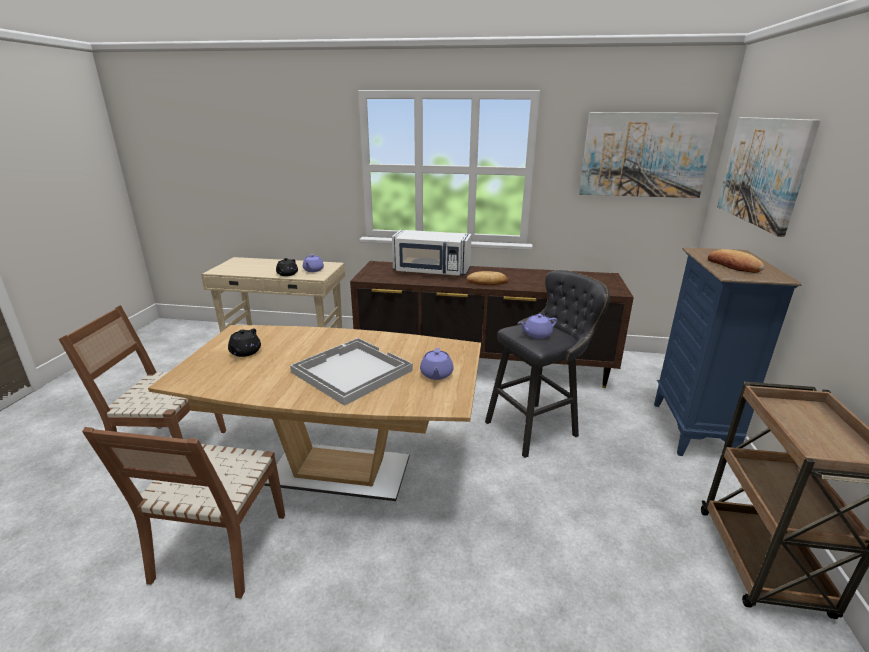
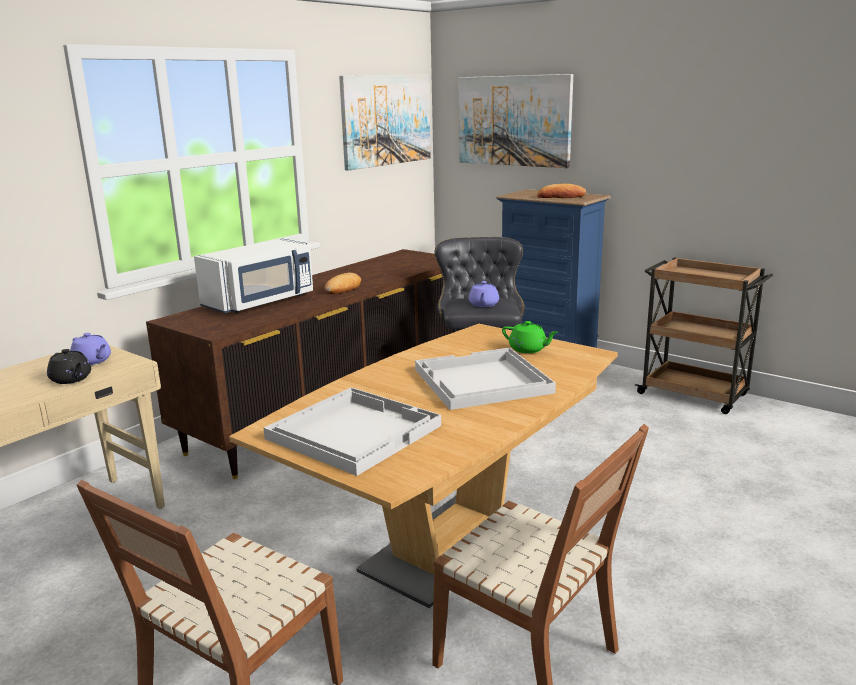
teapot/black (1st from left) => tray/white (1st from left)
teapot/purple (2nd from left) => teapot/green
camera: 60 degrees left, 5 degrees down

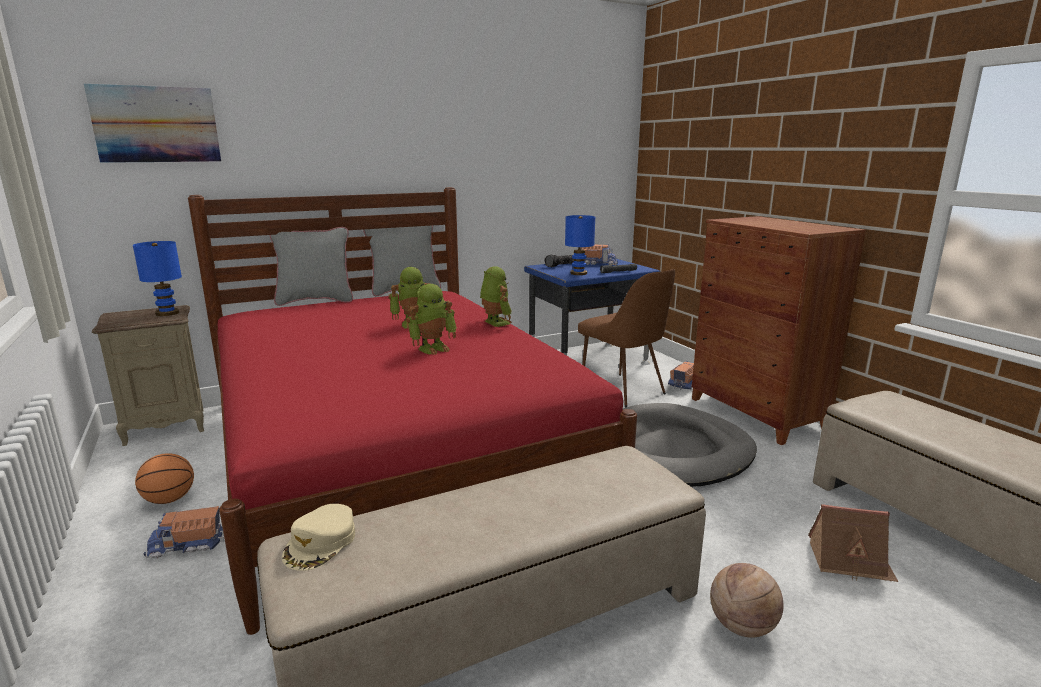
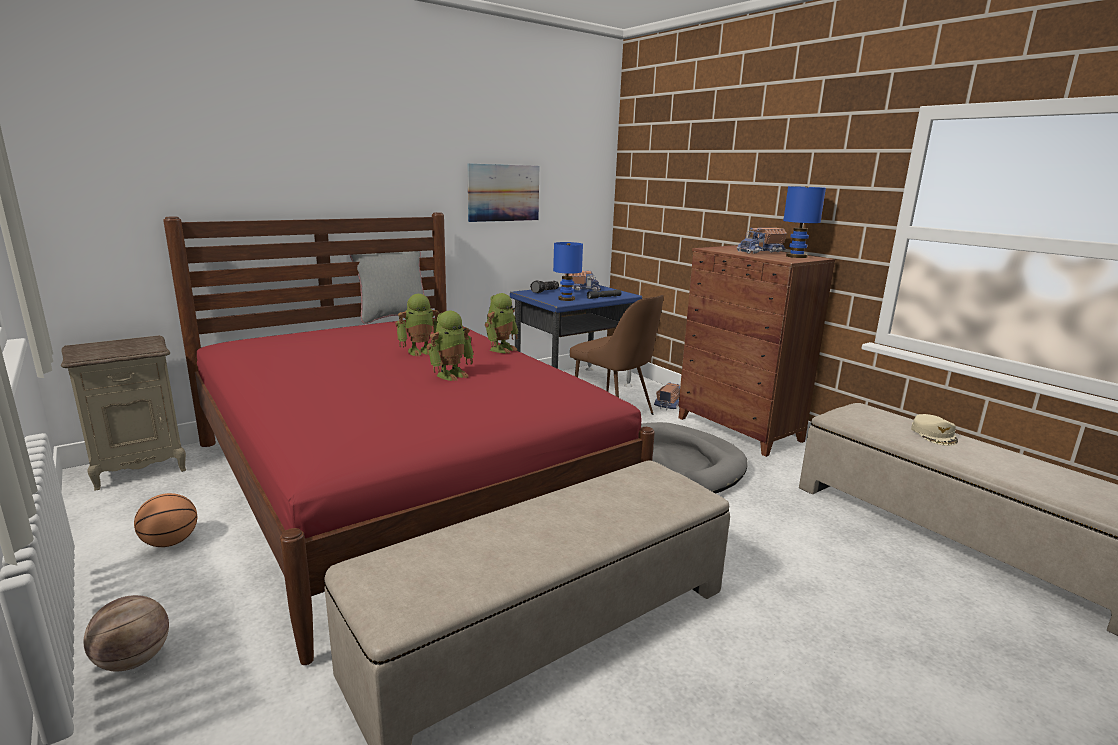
basketball (2nd from left in the first image) => basketball (1st from left), move
picture, move
toy robot (3rd from left), 75 degrees clockwise
toy truck (1st from left in the first image) => toy truck (3rd from left), move
table lamp/blue (1st from left in the first image) => table lamp/blue (2nd from left), move
cap/beige, move
pillow/grey (1st from left) => nothing
toy house => nothing
camera: 10 degrees left, 0 degrees up

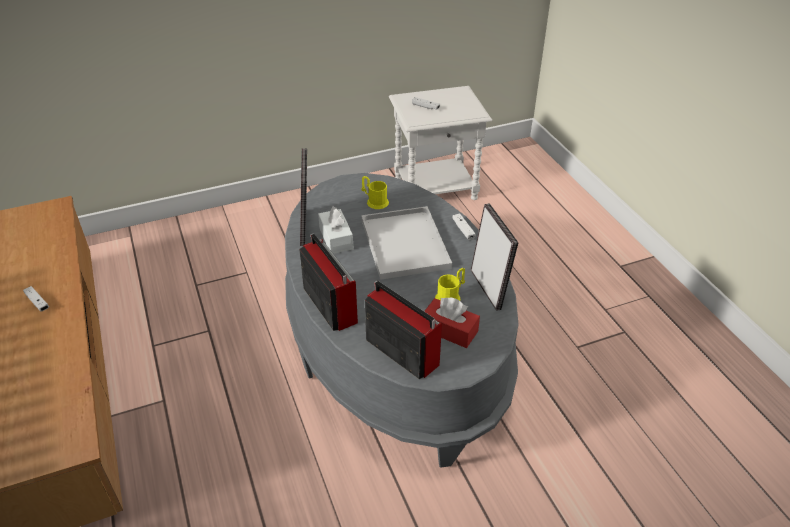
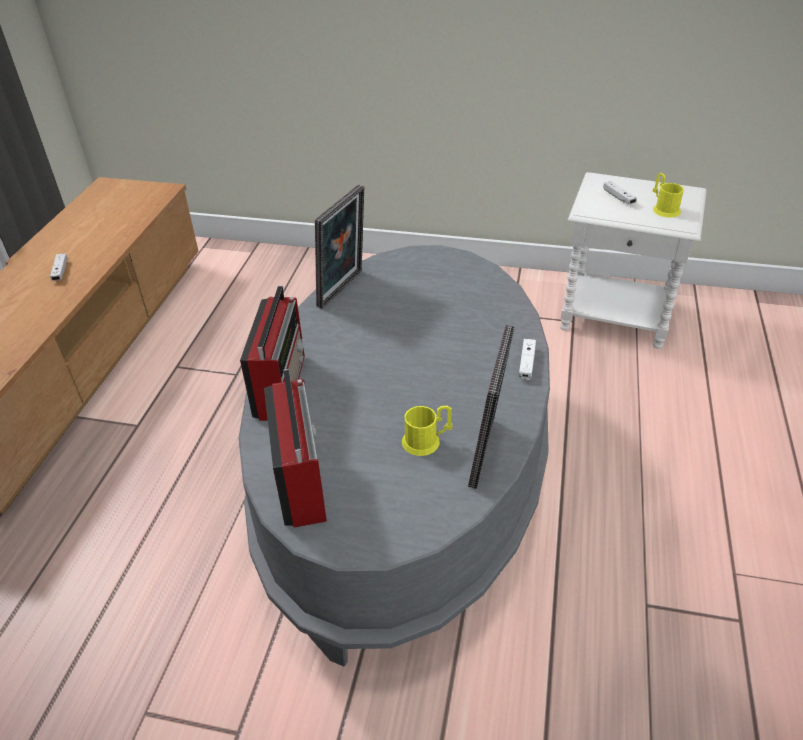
mug/yellow (1st from left in the first image) => mug/yellow (2nd from left), move
tissue box/white => nothing
tray/white => nothing
tissue box/red => nothing
camera: 35 degrees right, 0 degrees up

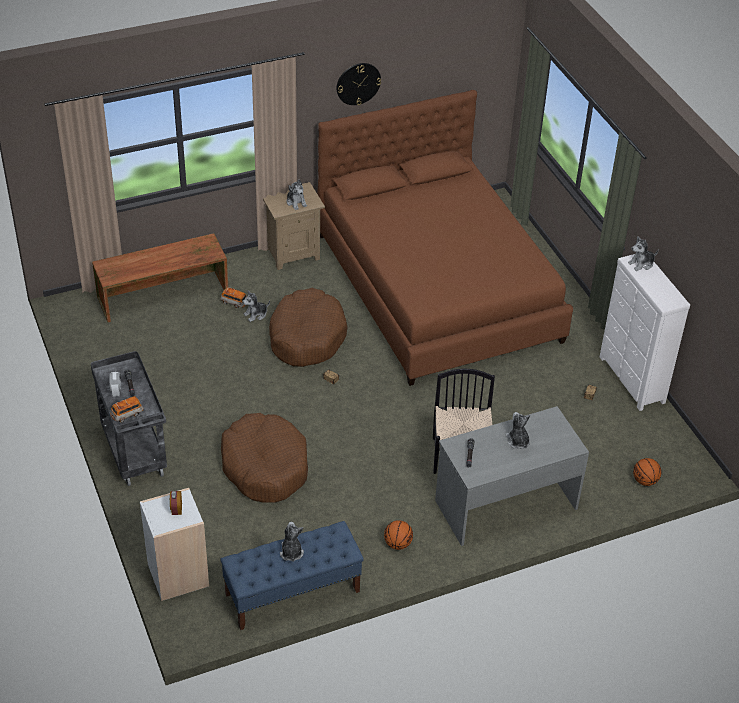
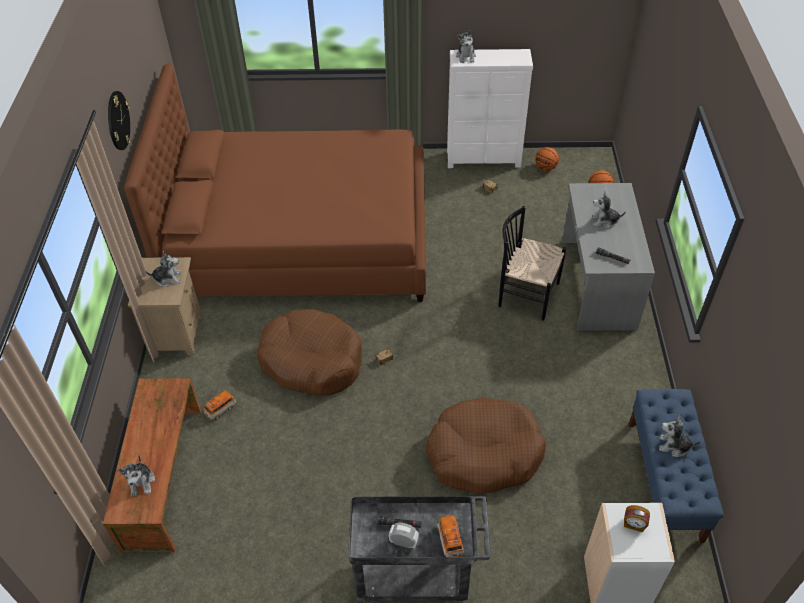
plush toy (1st from left), move
basketball (1st from left), move
camera: 65 degrees left, 5 degrees up

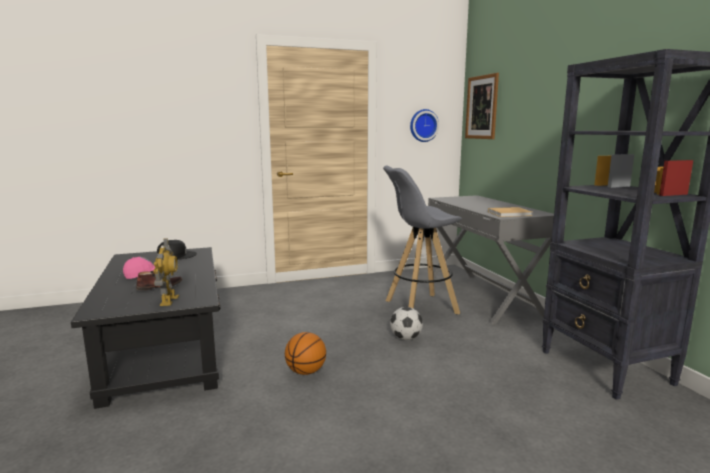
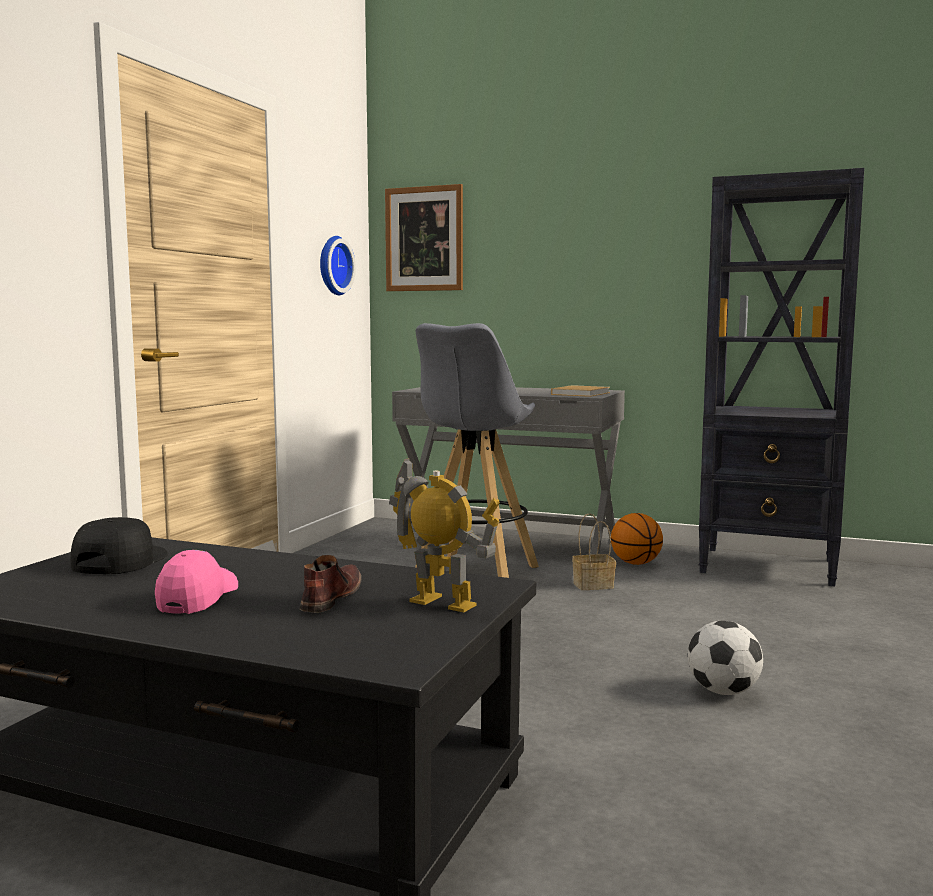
nothing => basket
basketball, move
football, move
camera: 50 degrees left, 5 degrees down

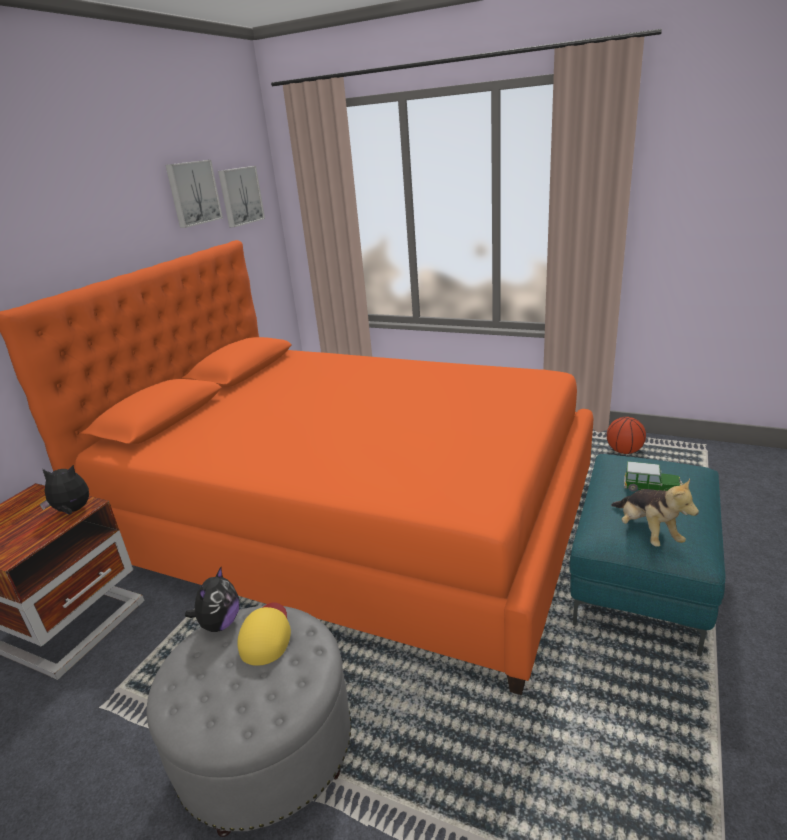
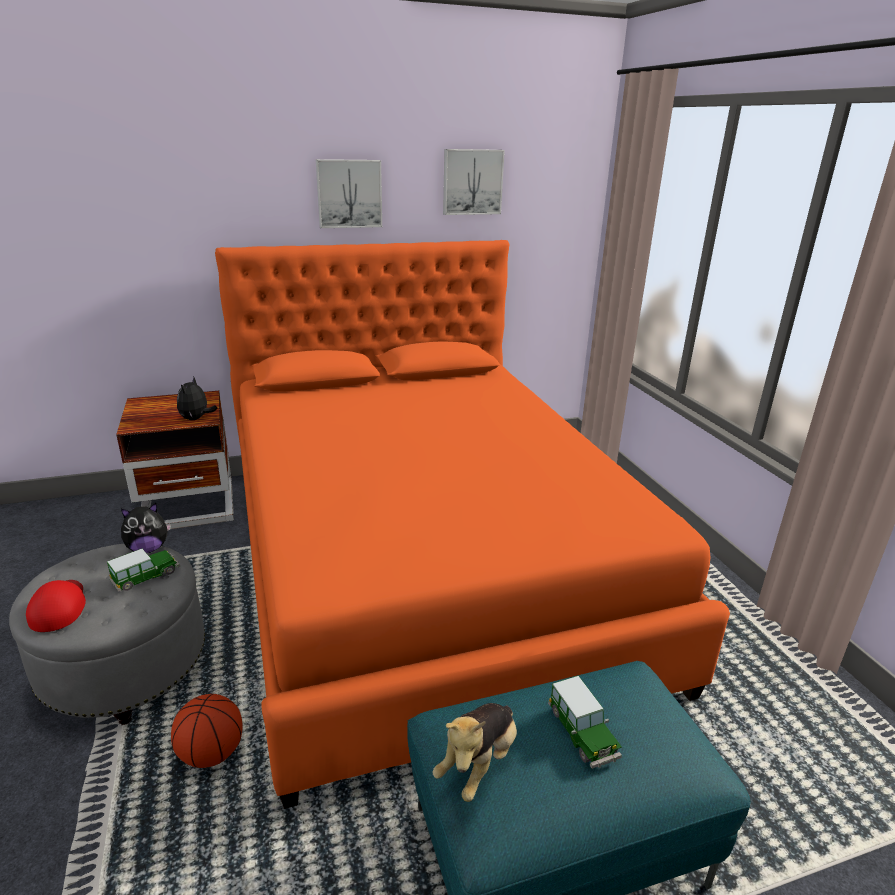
nothing => cap/red
cap/yellow => toy car (1st from left)
basketball, move
plush toy (1st from left in the first image) => plush toy (2nd from left), 120 degrees counterclockwise
picture (2nd from left in the first image) => picture (1st from left), move
camera: 45 degrees right, 0 degrees up

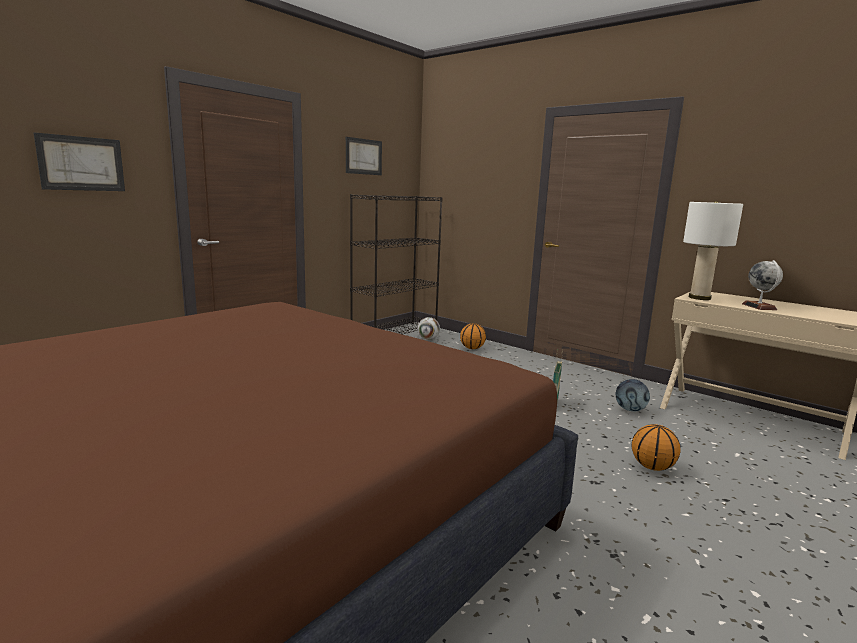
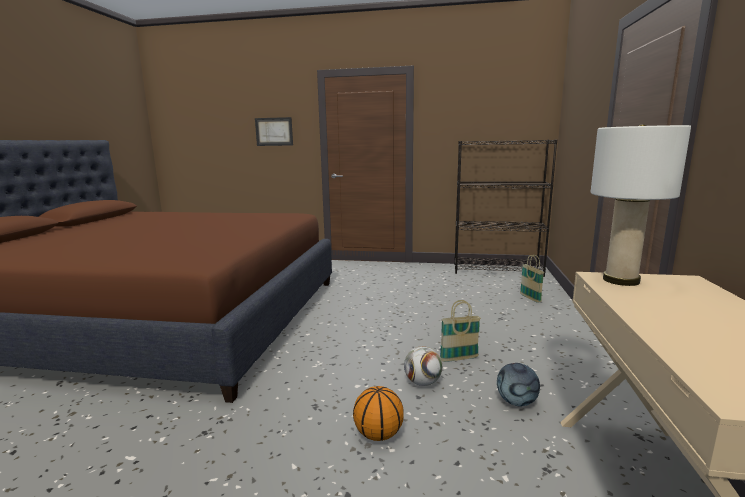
football (1st from left), move
basketball (1st from left) => basket (2nd from left)
picture (2nd from left) => nothing
globe => nothing
camera: 60 degrees right, 0 degrees up

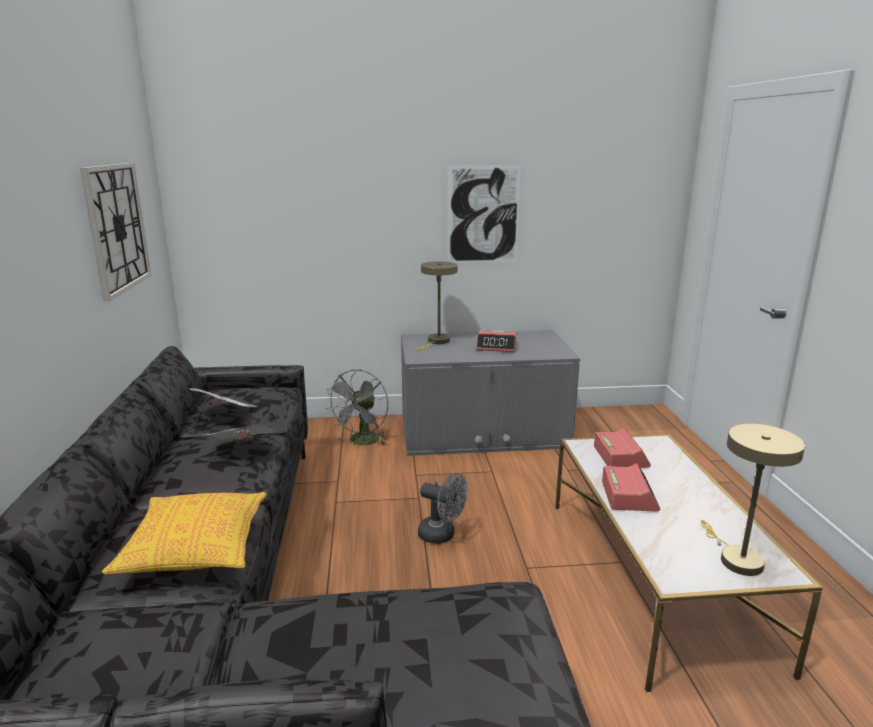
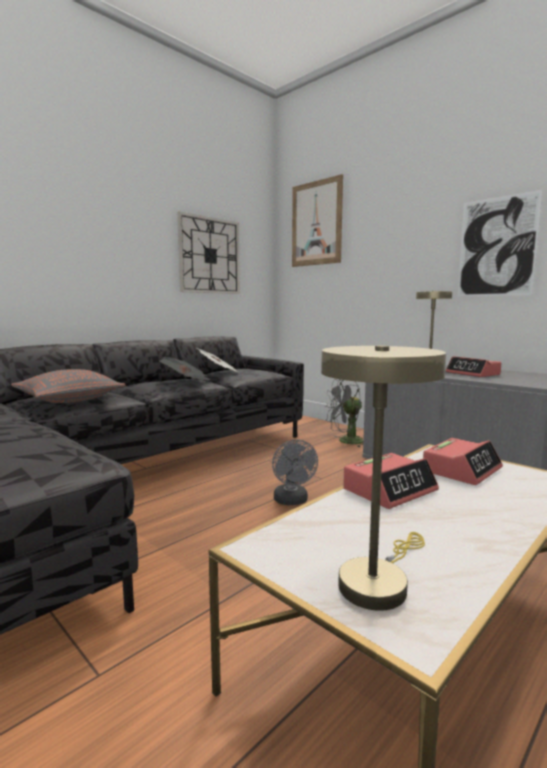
pillow/yellow => pillow/grey
nothing => picture (1st from left)
camera: 50 degrees right, 10 degrees down

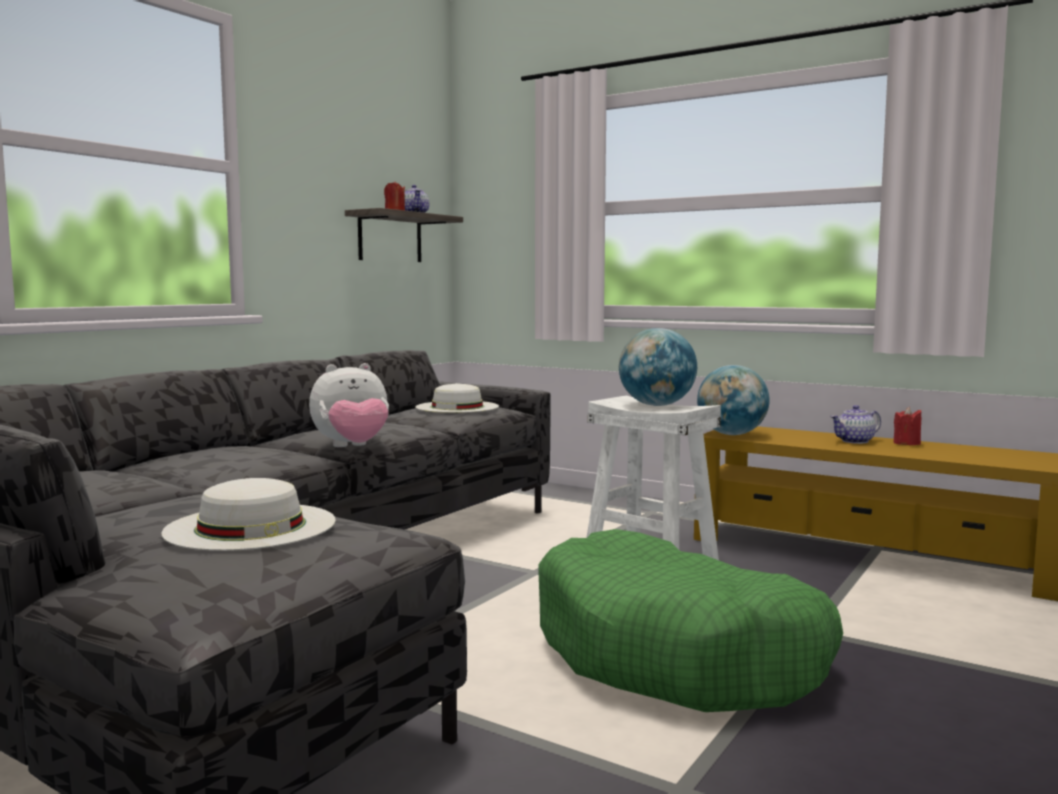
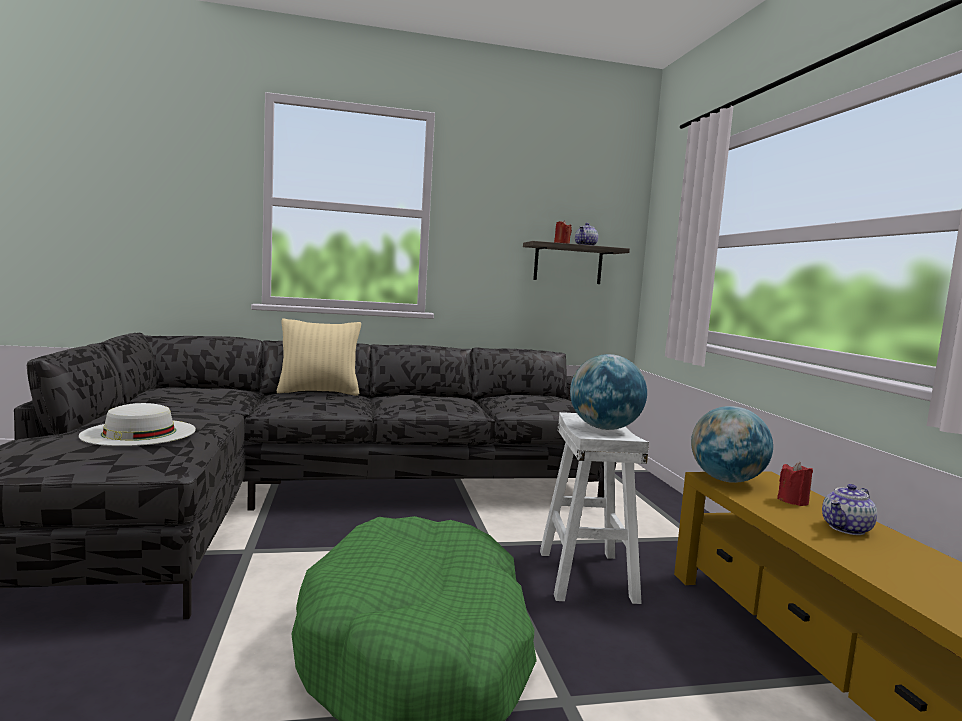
nothing => pillow/beige
candle/red (2nd from left), move
teapot (2nd from left), 60 degrees counterclockwise
plush toy => nothing
hat/white (2nd from left) => nothing
camera: 45 degrees right, 0 degrees up

